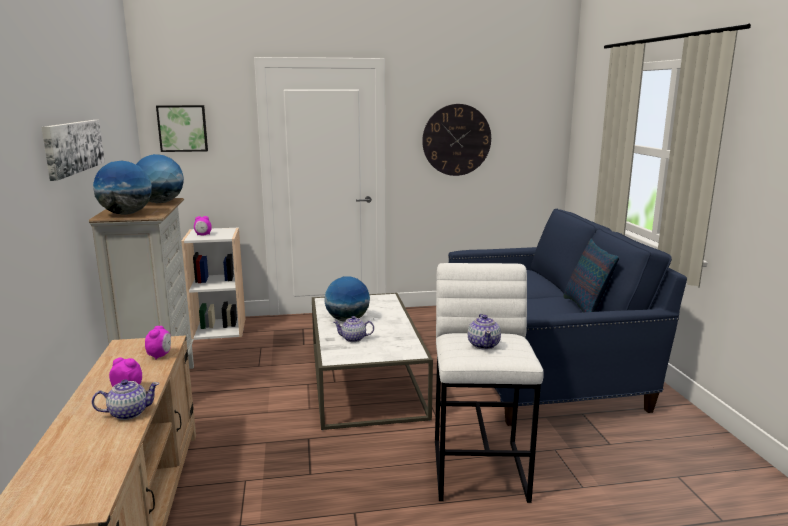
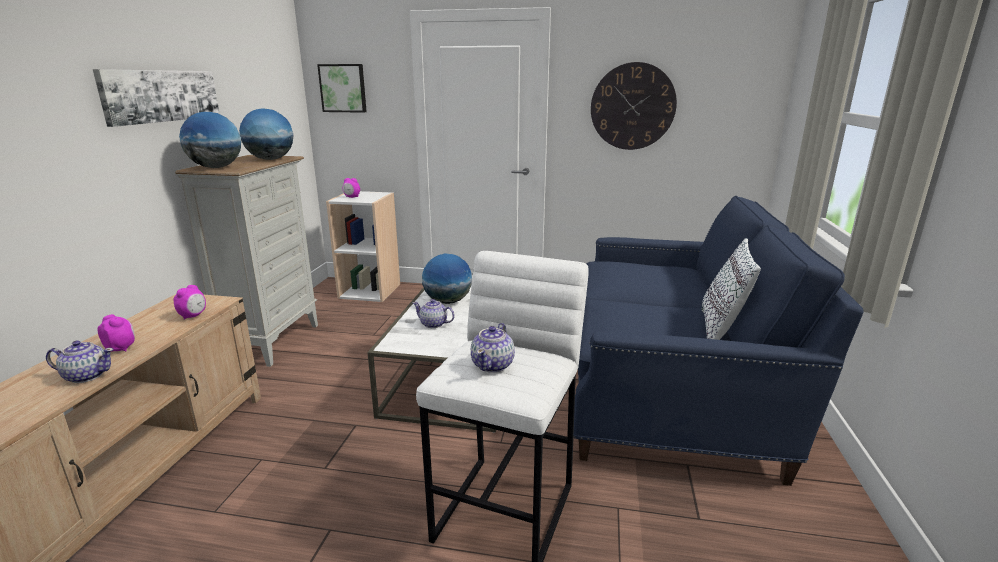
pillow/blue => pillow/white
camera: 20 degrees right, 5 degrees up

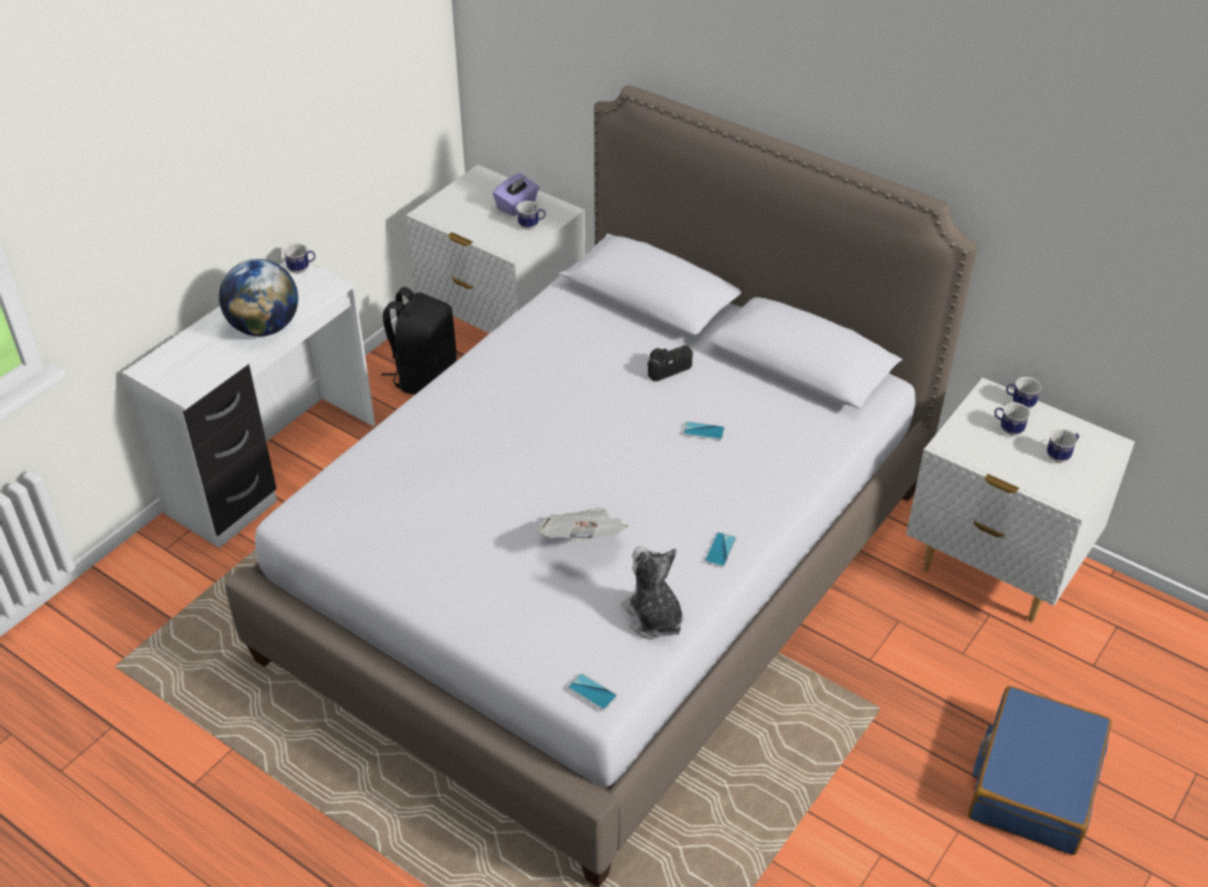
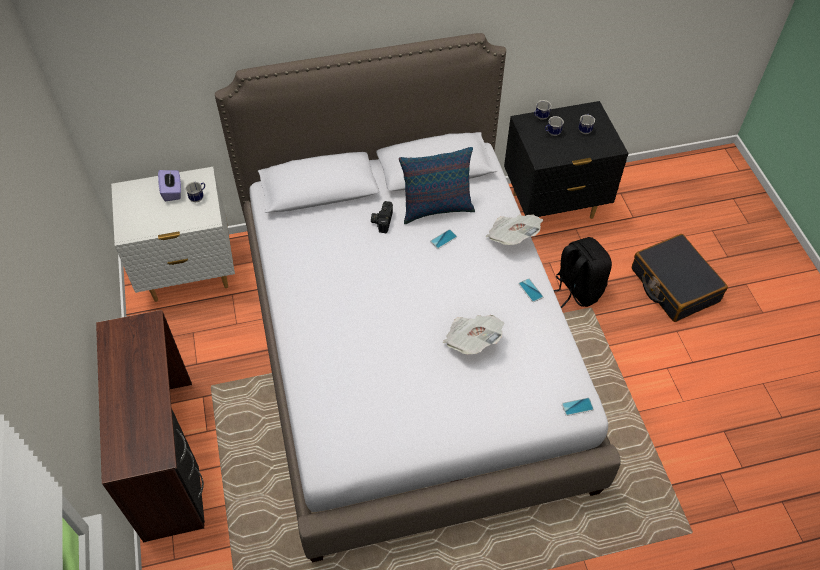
desk/white => desk/brown
nothing => pillow/blue
nothing => newspaper (2nd from left)
nightstand/white (2nd from left) => nightstand/black
backpack/black, move
suitcase/blue => suitcase/black
globe => nothing
mug (1st from left) => nothing
plush toy => nothing
camera: 50 degrees left, 10 degrees up

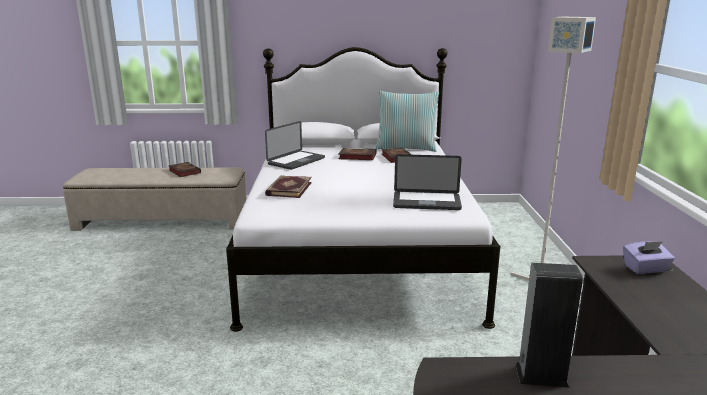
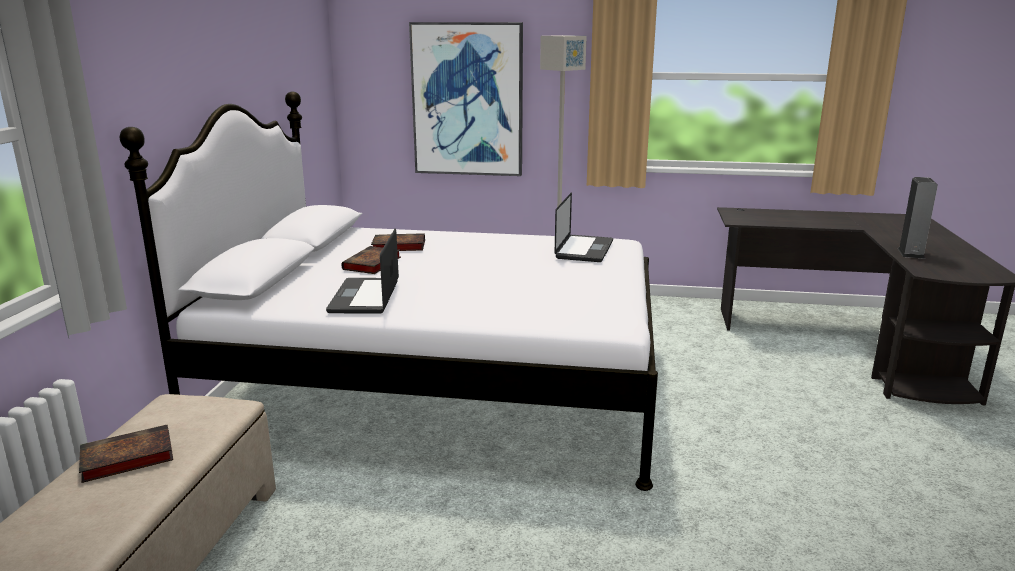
laptop (1st from left), 135 degrees counterclockwise
nothing => picture
book (2nd from left) => nothing
pillow => nothing
tissue box/purple => nothing
camera: 80 degrees left, 0 degrees up

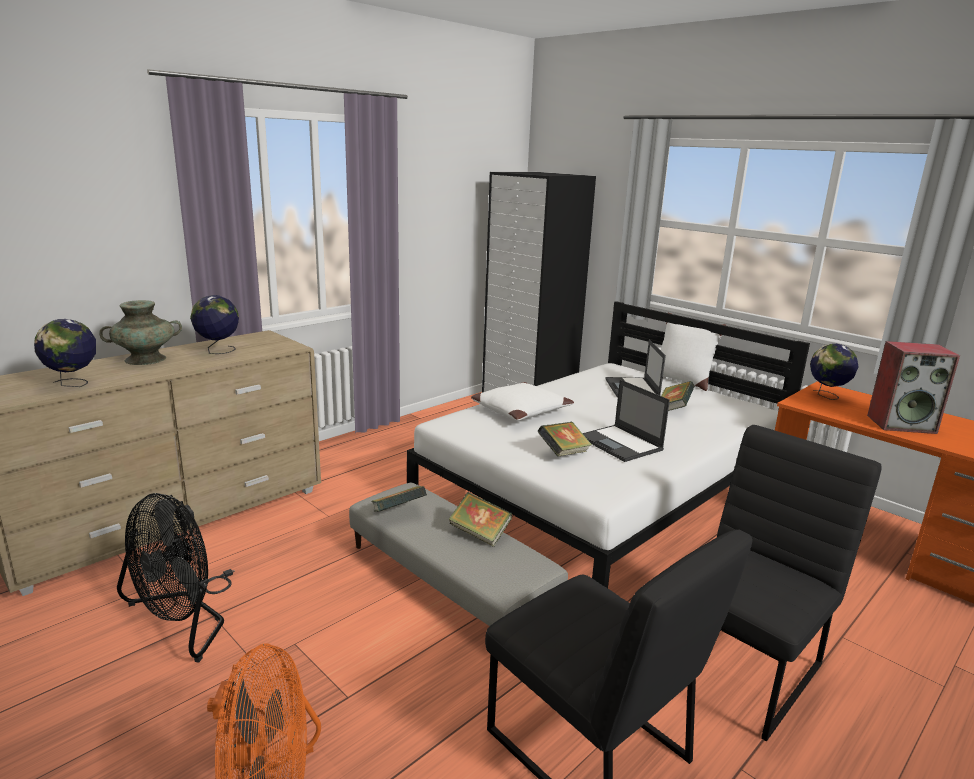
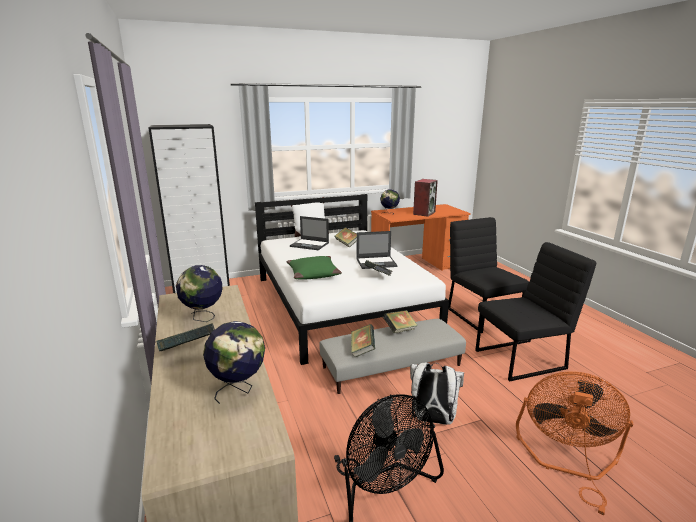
vase/turquoise => book (1st from left)
pillow/white (1st from left) => pillow/green
nothing => backpack/white
camera: 65 degrees left, 0 degrees up

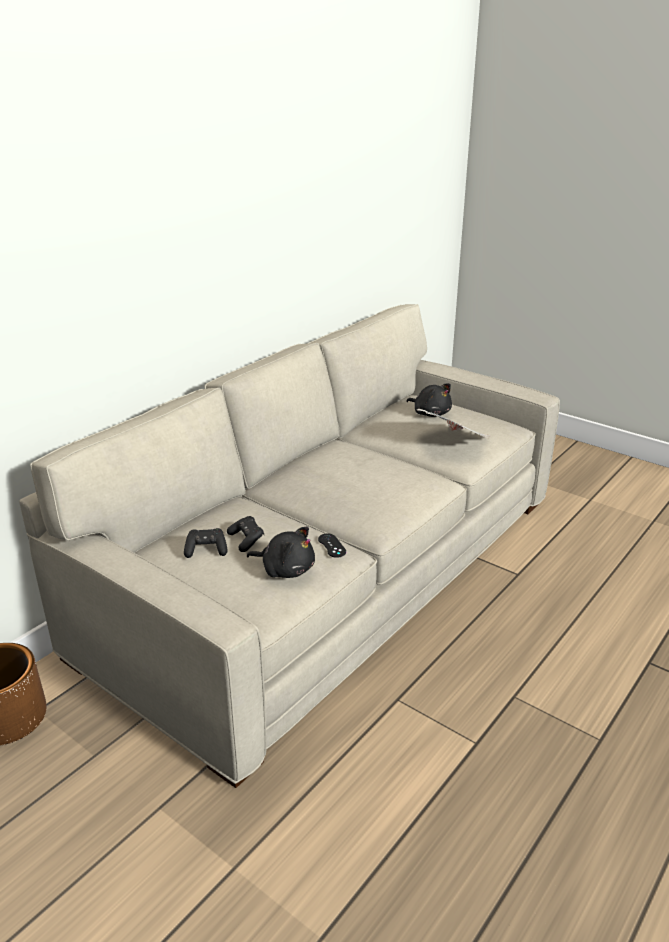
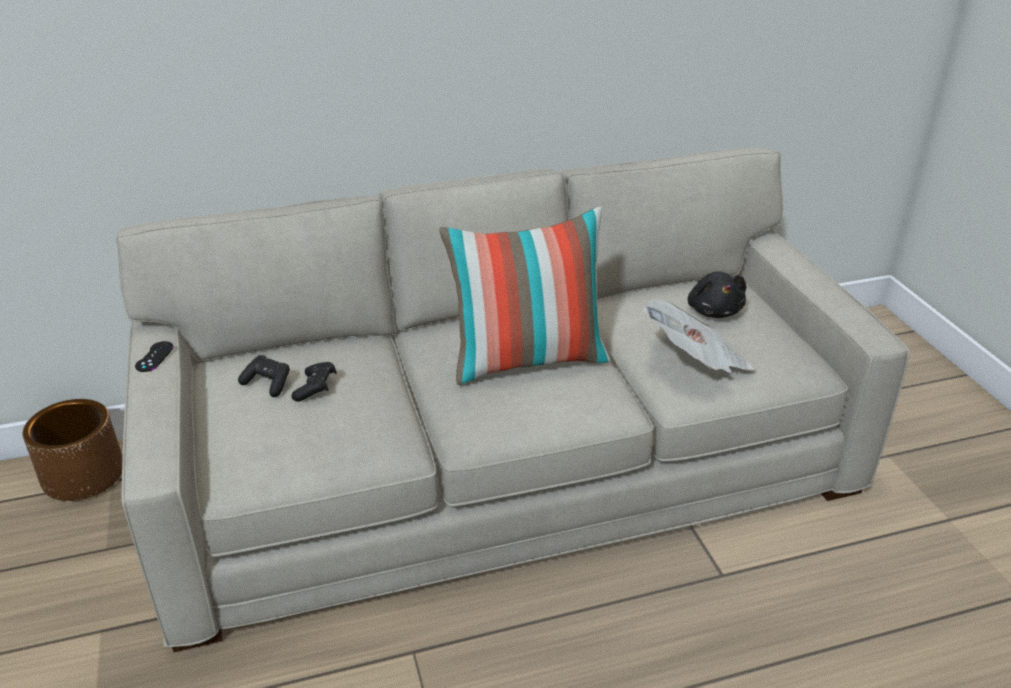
game controller/black (3rd from left in the first image) => game controller/black (1st from left), move
nothing => pillow
plush toy/black (1st from left) => nothing
camera: 35 degrees right, 5 degrees up

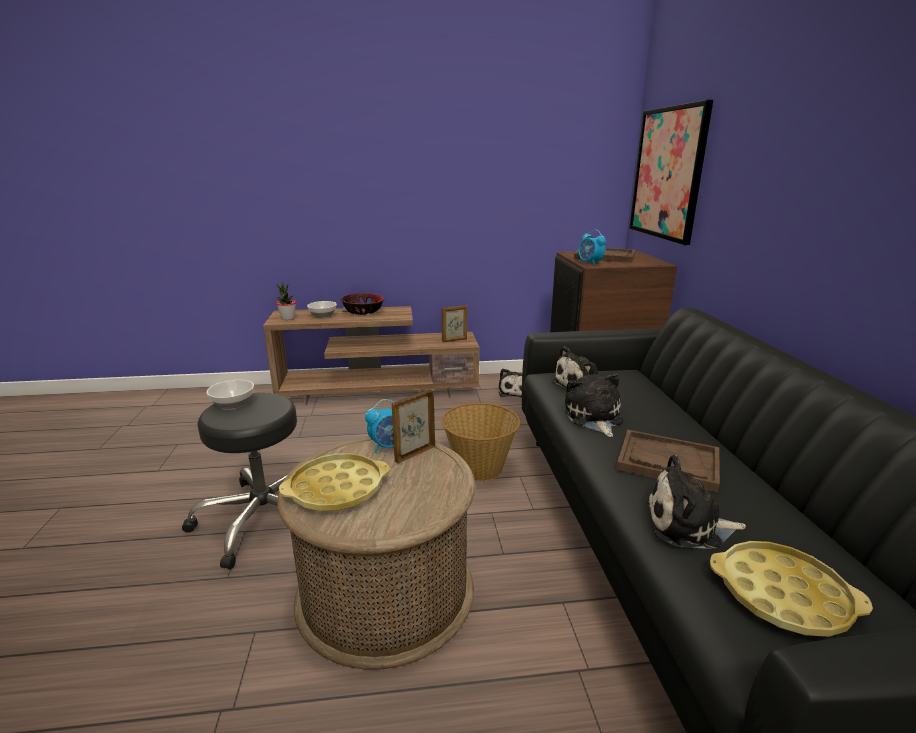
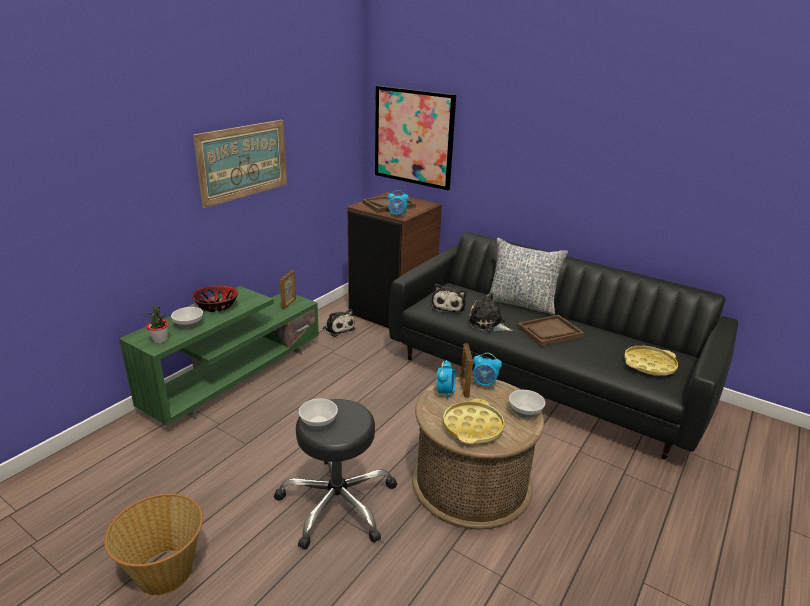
basket, move
tv stand/brown => tv stand/green
nothing => picture (1st from left)
nothing => alarm clock (3rd from left)
nothing => pillow
nothing => bowl (4th from left)
plush toy (4th from left) => nothing
camera: 50 degrees left, 5 degrees up

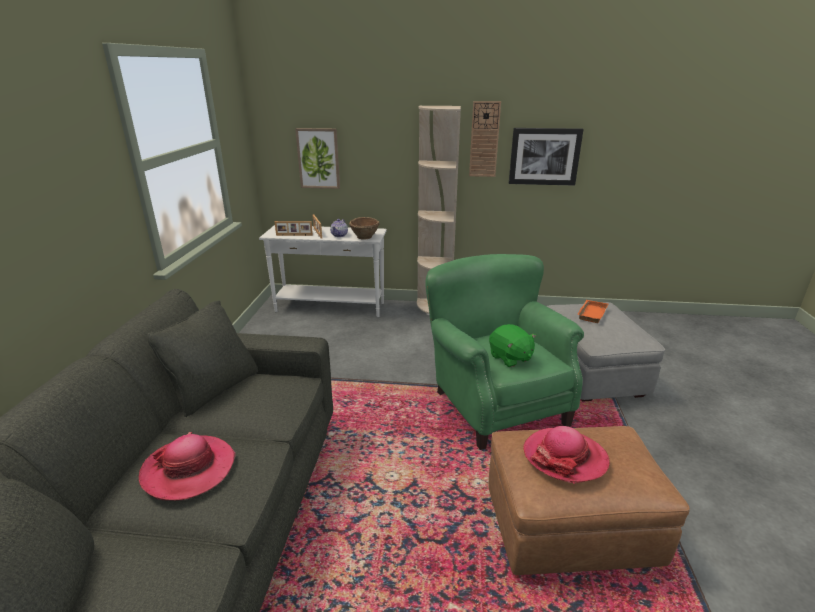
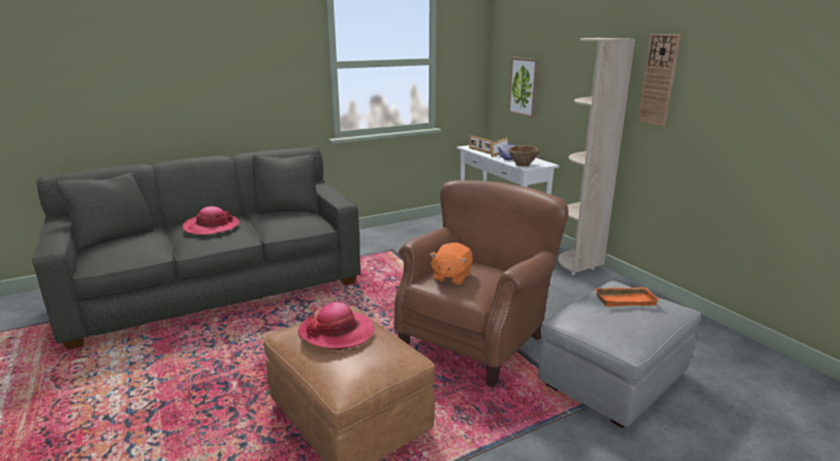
armchair/green => armchair/brown
plush toy/green => plush toy/orange
picture (2nd from left) => nothing
camera: 55 degrees right, 5 degrees down

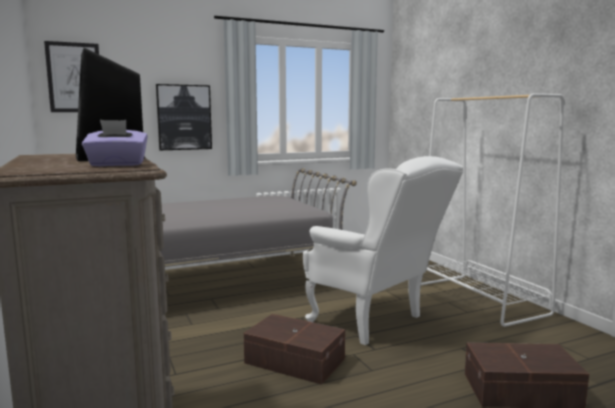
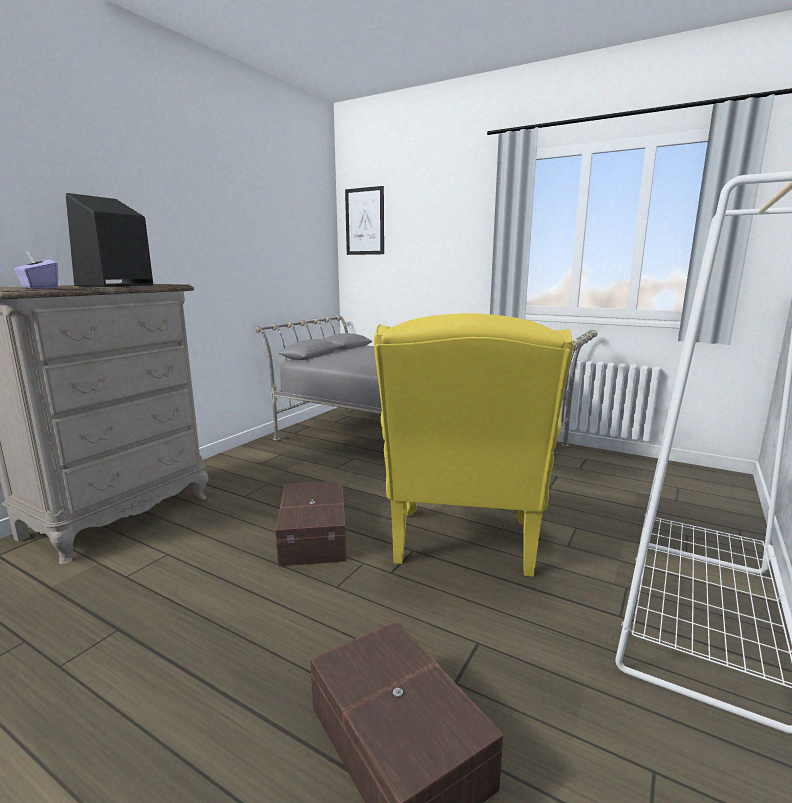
armchair/white => armchair/yellow
picture (2nd from left) => nothing
camera: 55 degrees right, 5 degrees up

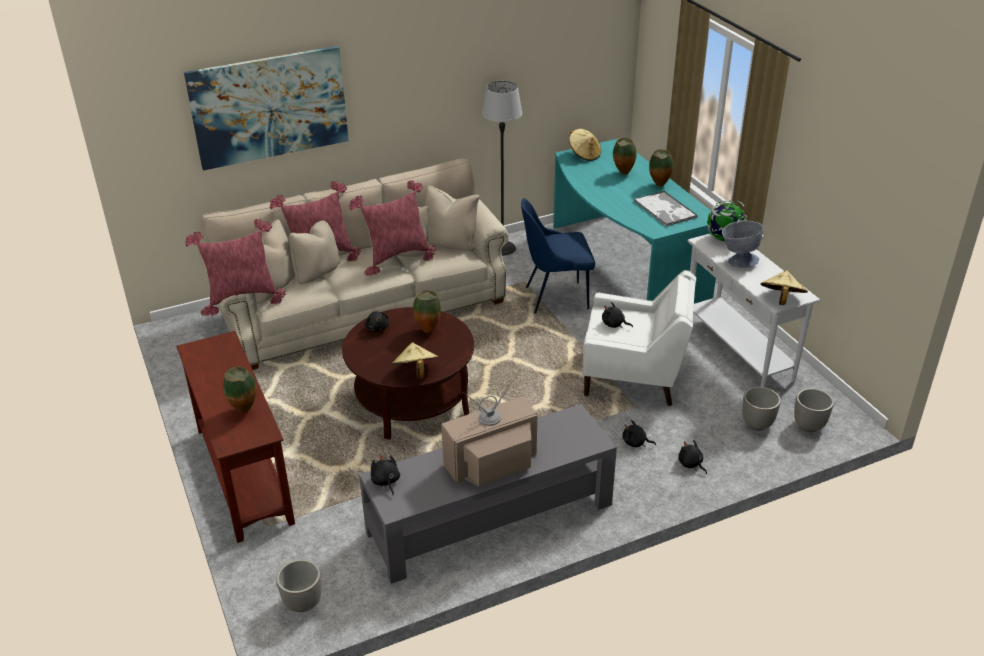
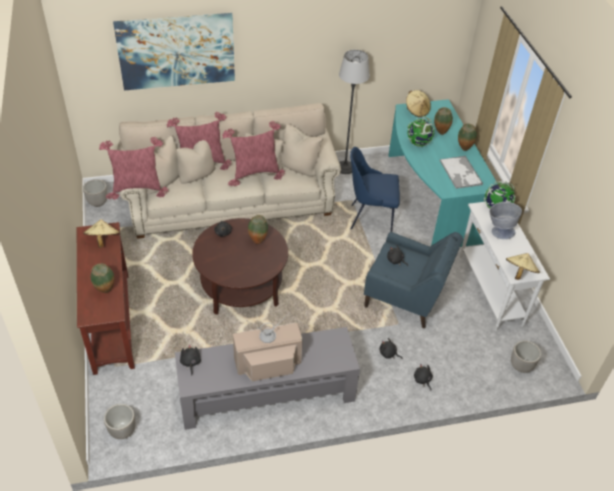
planter (2nd from left in the first image) => planter (1st from left), move
hat/beige (1st from left), move
armchair/white => armchair/blue
nothing => globe (1st from left)
camera: 10 degrees right, 10 degrees up

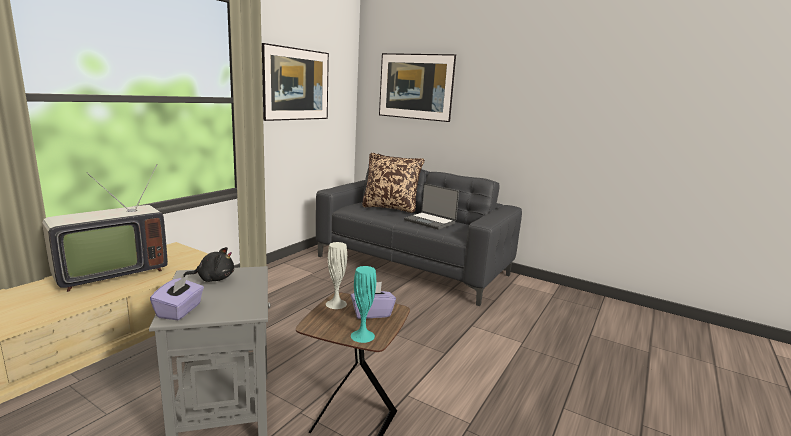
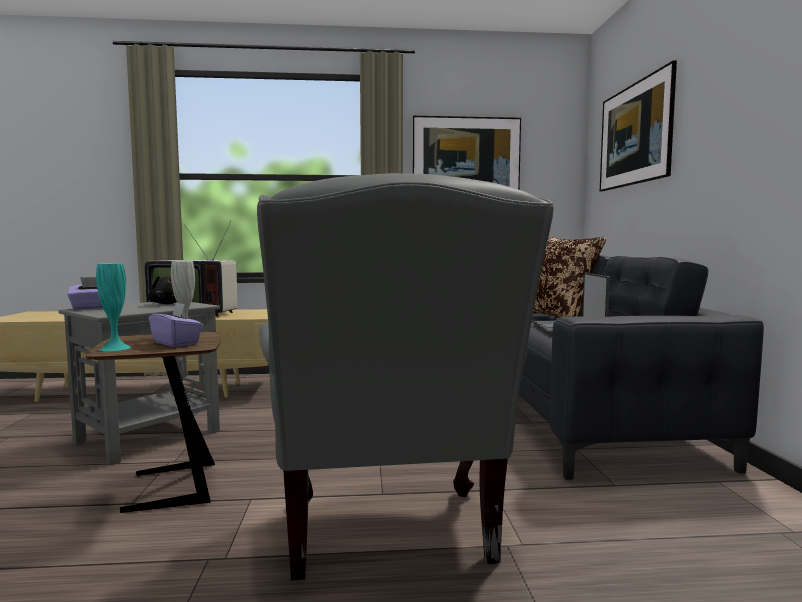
nothing => armchair/grey
camera: 55 degrees right, 10 degrees down

